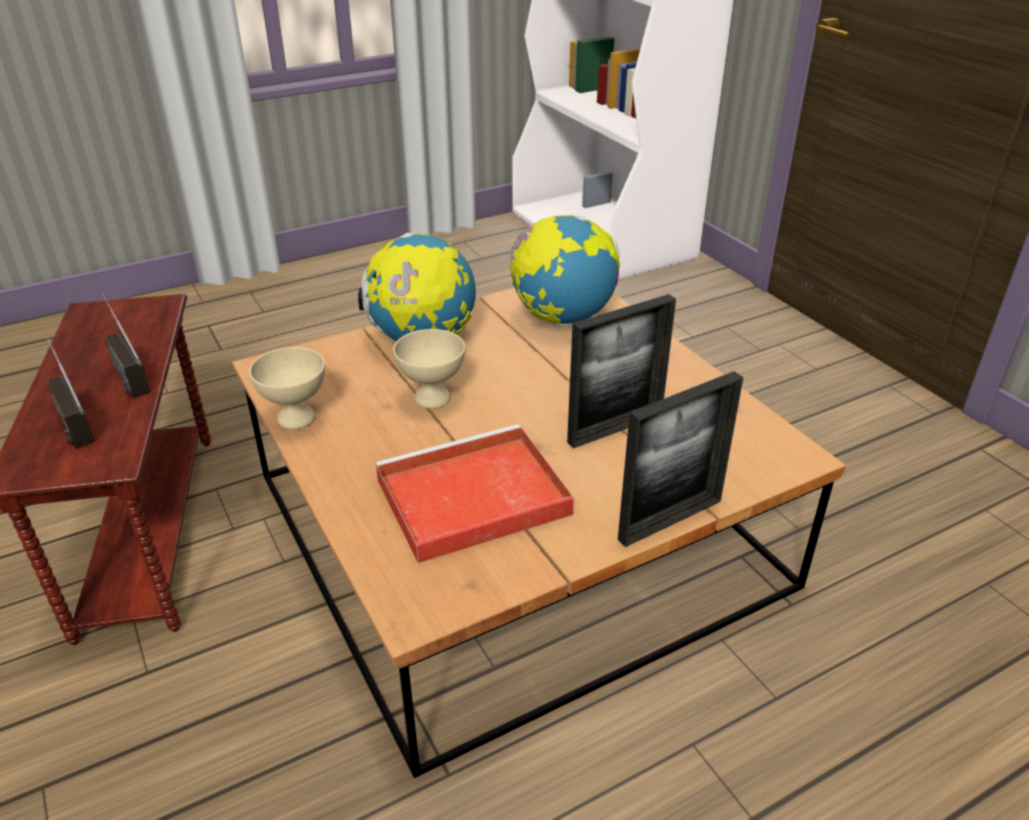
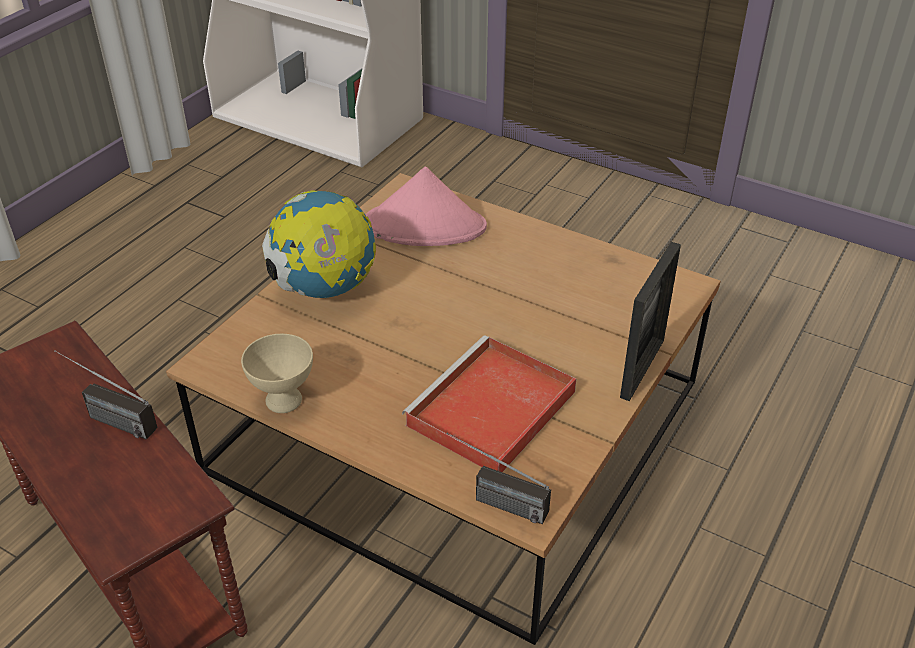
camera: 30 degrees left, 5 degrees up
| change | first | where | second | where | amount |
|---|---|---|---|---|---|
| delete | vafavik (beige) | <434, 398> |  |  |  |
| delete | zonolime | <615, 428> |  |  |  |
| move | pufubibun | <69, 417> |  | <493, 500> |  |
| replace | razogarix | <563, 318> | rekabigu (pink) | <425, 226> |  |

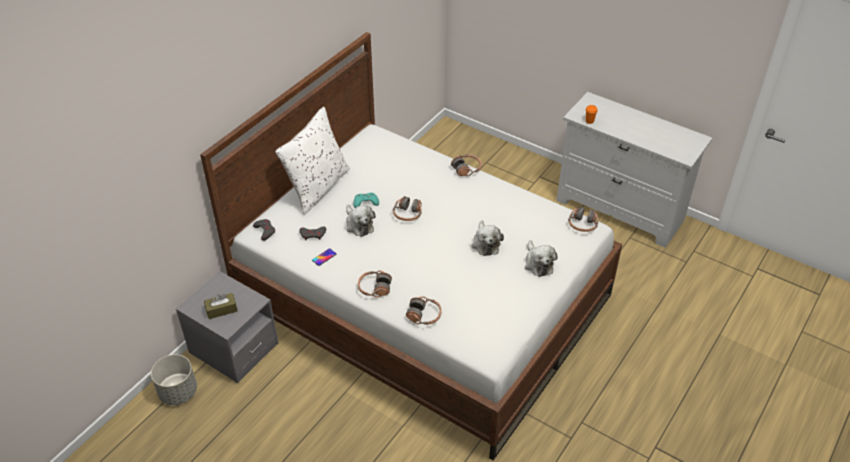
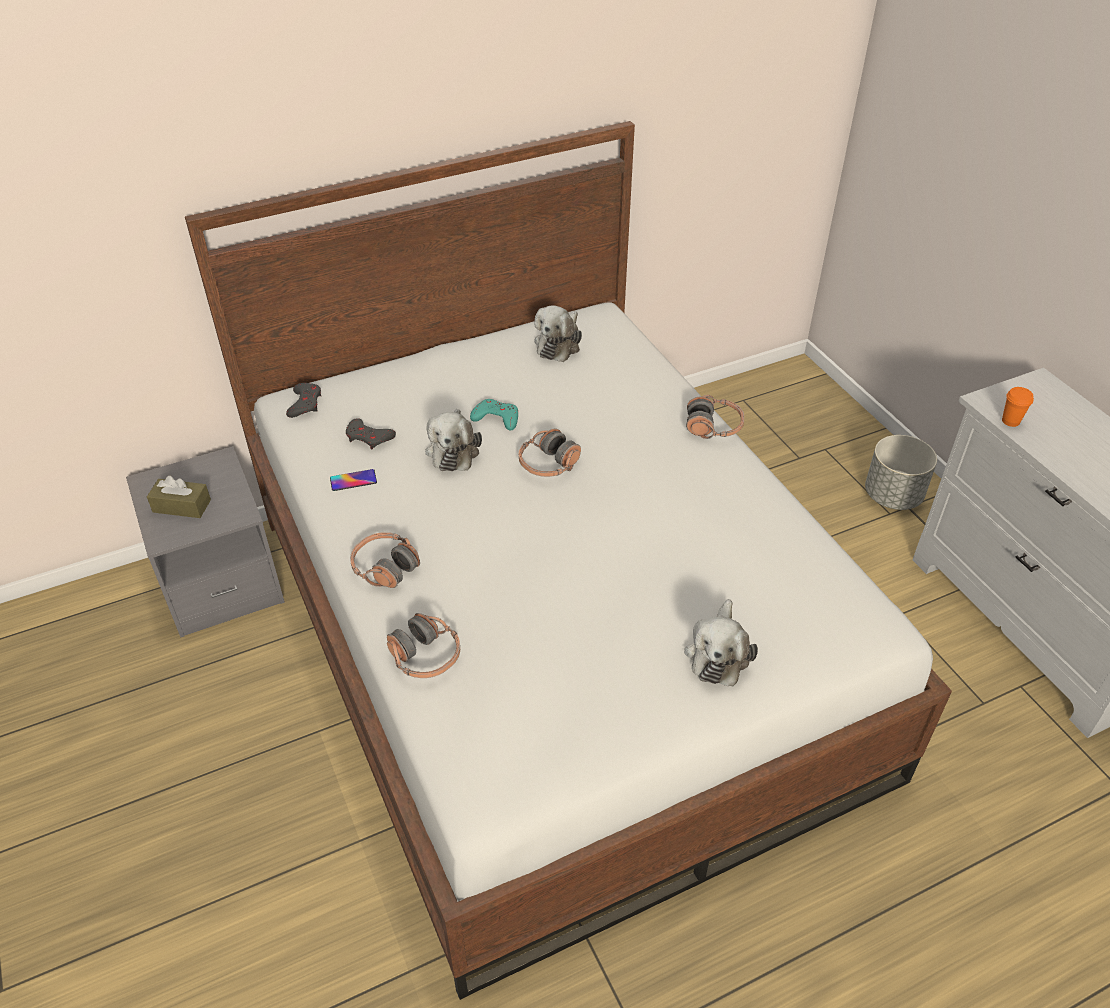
camera: 30 degrees right, 0 degrees up
| change | first | where | second | where | amount |
|---|---|---|---|---|---|
| delete | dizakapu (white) | <317, 187> |  |  |  |
| delete | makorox | <582, 224> |  |  |  |
| move | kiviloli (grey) | <178, 392> |  | <893, 496> |  |
| move | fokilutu | <485, 243> |  | <559, 344> |  |

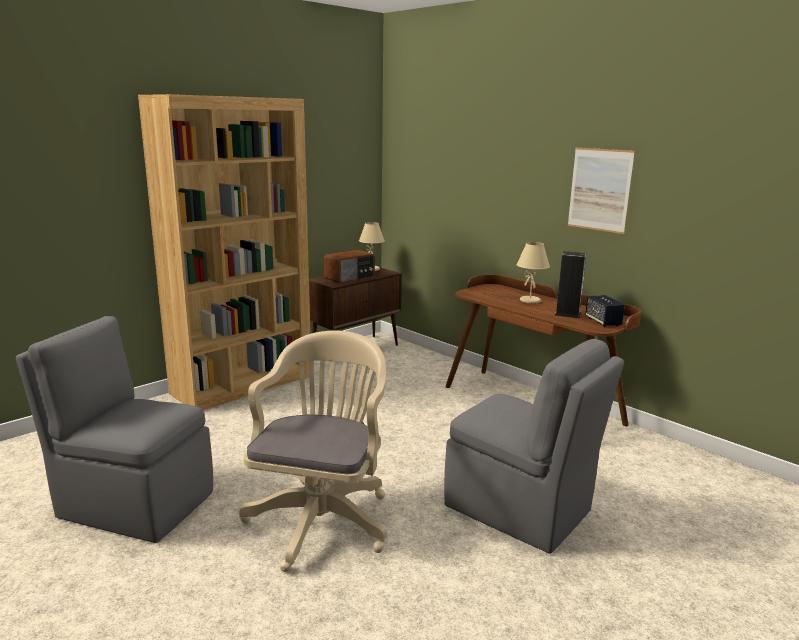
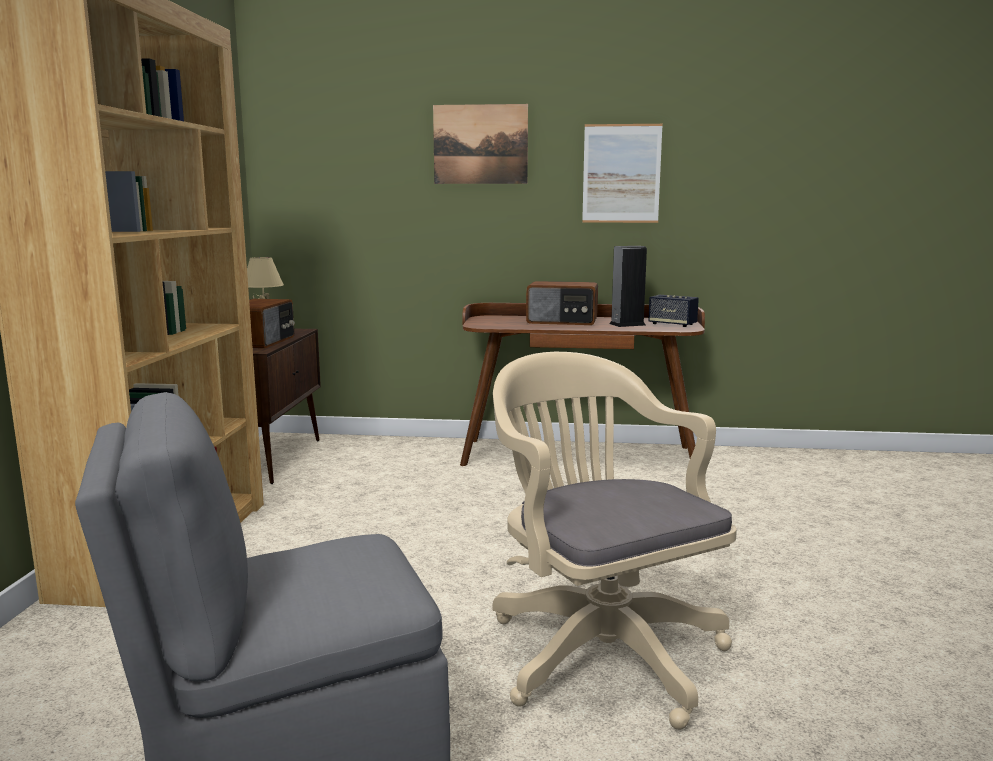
camera: 40 degrees left, 5 degrees down
| change | first | where | second | where | amount |
|---|---|---|---|---|---|
| delete | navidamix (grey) | <520, 510> |  |  |  |
| insert |  |  | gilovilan | <480, 144> |  |
| replace | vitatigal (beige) | <530, 301> | pufubibun | <562, 321> |  |

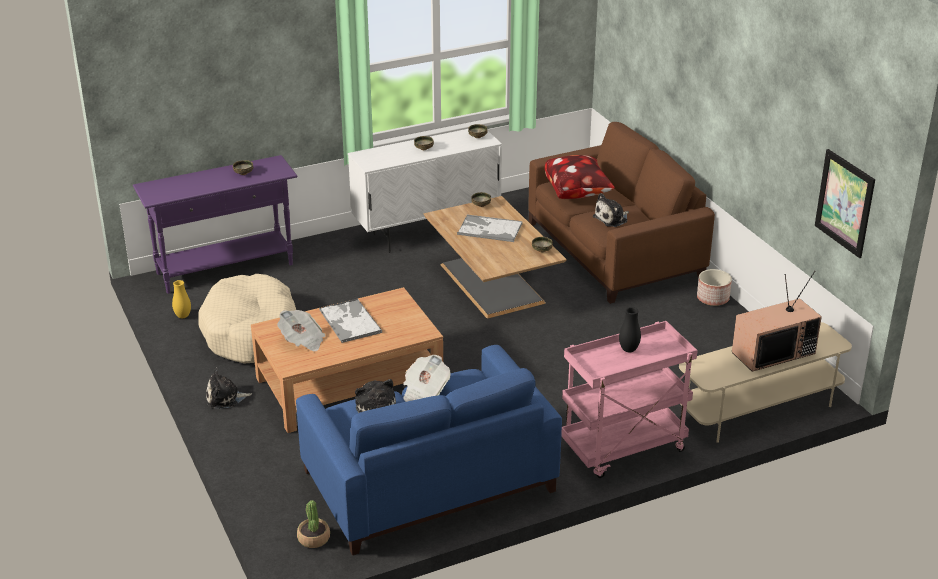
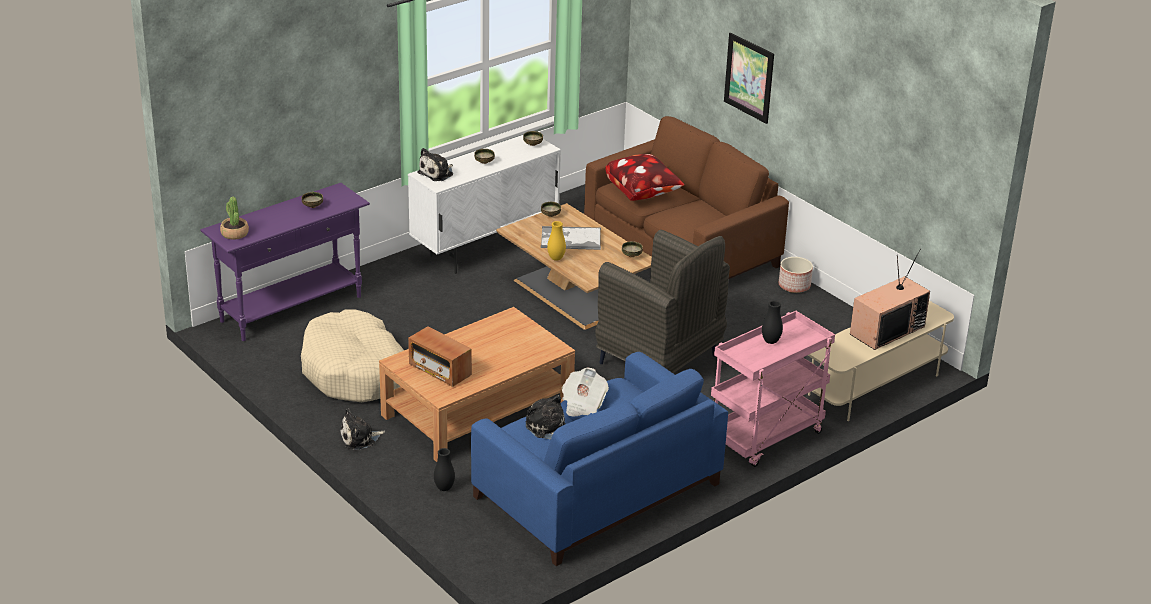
camera: 15 degrees left, 0 degrees up
| change | first | where | second | where | amount |
|---|---|---|---|---|---|
| delete | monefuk | <350, 321> |  |  |  |
| insert |  |  | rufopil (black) | <444, 488> |  |
| insert |  |  | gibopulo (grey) | <660, 360> |  |
| move | rufopil (yellow) | <183, 316> |  | <556, 258> |  |
| move | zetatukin | <313, 538> |  | <234, 233> |  |
| move | fokilutu | <612, 219> |  | <437, 173> |  |
| move | gilovilan | <845, 203> |  | <749, 77> |  |
| replace | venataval | <302, 341> | pufubibun | <440, 370> |  |

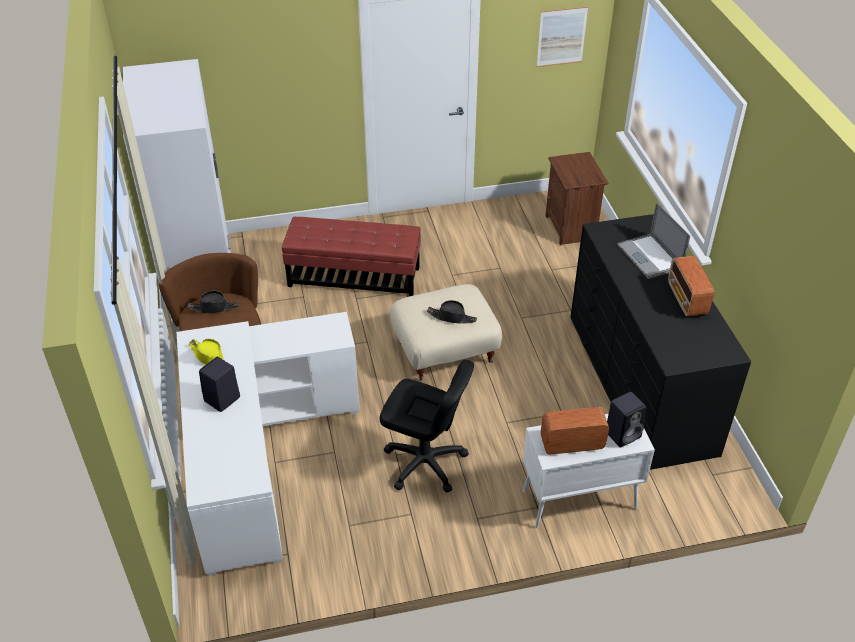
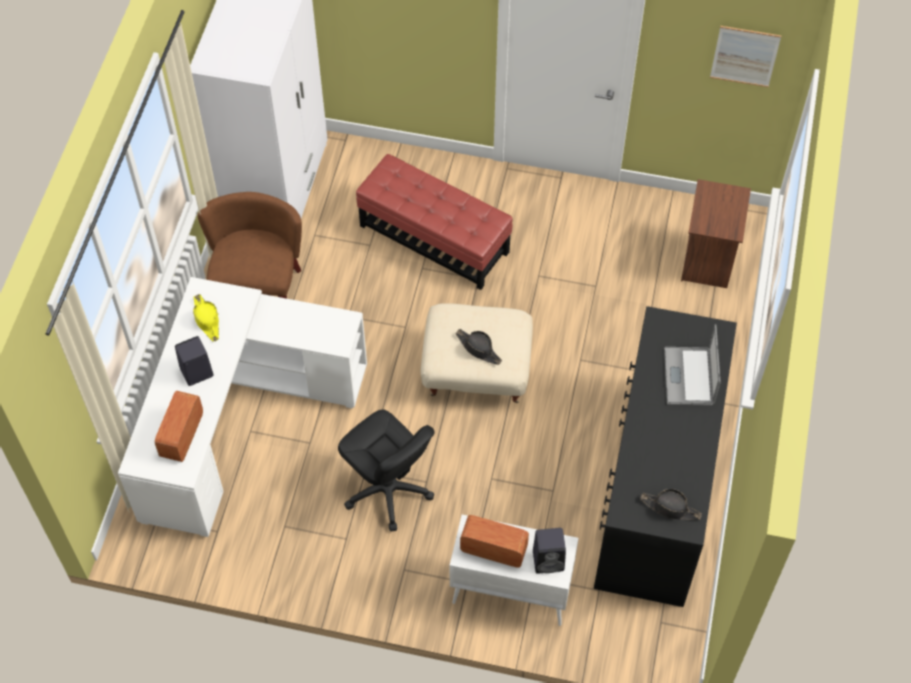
camera: 25 degrees right, 15 degrees up
| change | first | where | second | where | amount |
|---|---|---|---|---|---|
| move | rekabigu (black) | <214, 307> |  | <670, 508> |  |
| move | pufubibun | <687, 300> |  | <181, 436> |  |

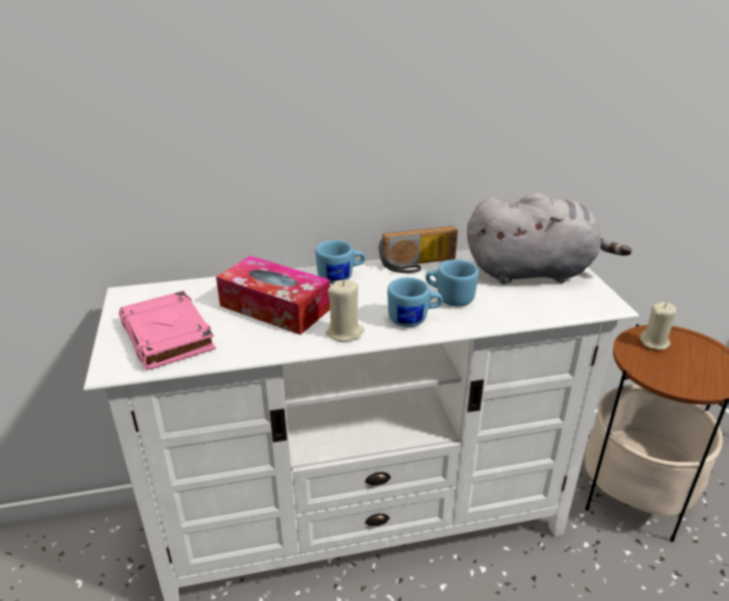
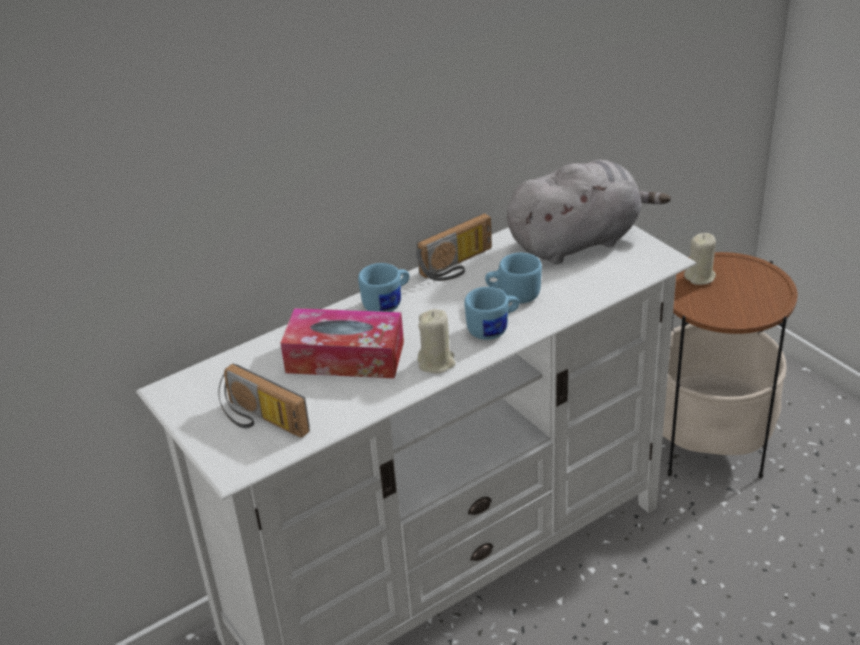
camera: 20 degrees left, 5 degrees up
| change | first | where | second | where | amount |
|---|---|---|---|---|---|
| replace | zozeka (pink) | <168, 336> | pufubibun | <260, 421> |  |

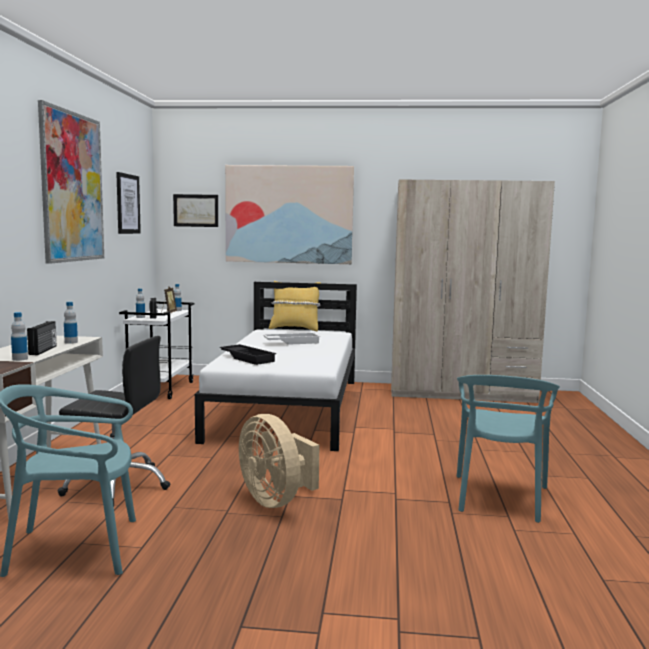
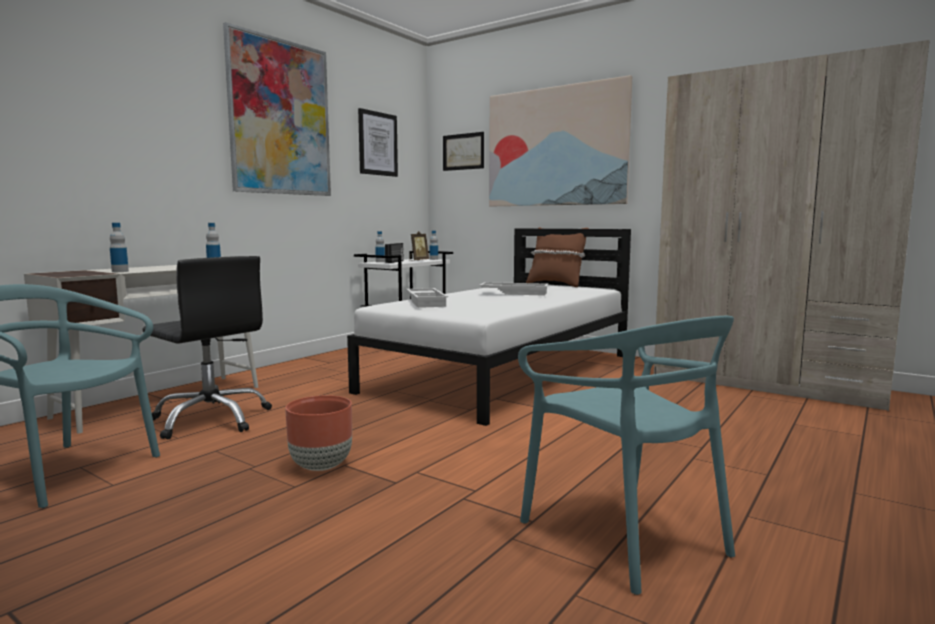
camera: 30 degrees right, 0 degrees up
| change | first | where | second | where | amount |
|---|---|---|---|---|---|
| delete | pufubibun | <44, 350> |  |  |  |
| replace | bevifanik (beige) | <276, 500> | kiviloli (brown) | <321, 466> |  |
| recolor | monefuk (black) | <248, 358> | monefuk (white) | <427, 302> |  |
| recolor | dizakapu (yellow) | <295, 329> | dizakapu (brown) | <556, 284> |  |
| rotate | navidamix (turquoise) | <499, 497> |  | <625, 534> | 75 degrees counterclockwise |

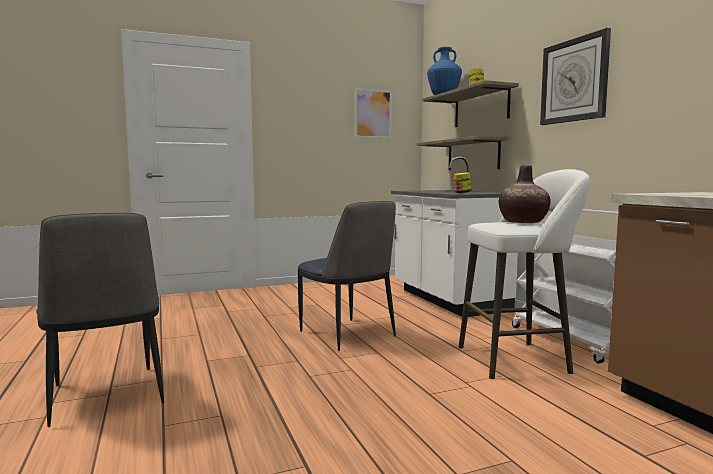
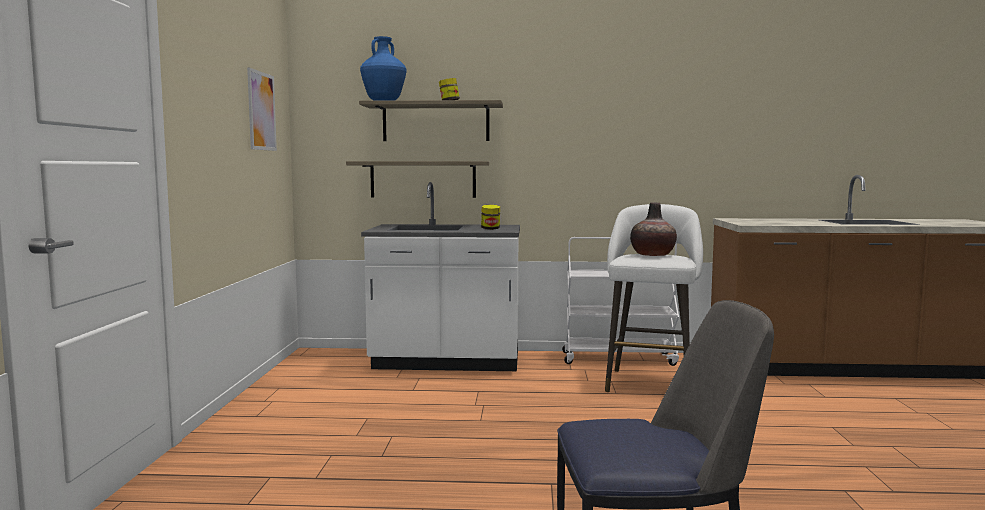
camera: 65 degrees left, 0 degrees up
| change | first | where | second | where | amount |
|---|---|---|---|---|---|
| delete | navidamix | <348, 335> |  |  |  |
| delete | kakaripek | <574, 80> |  |  |  |

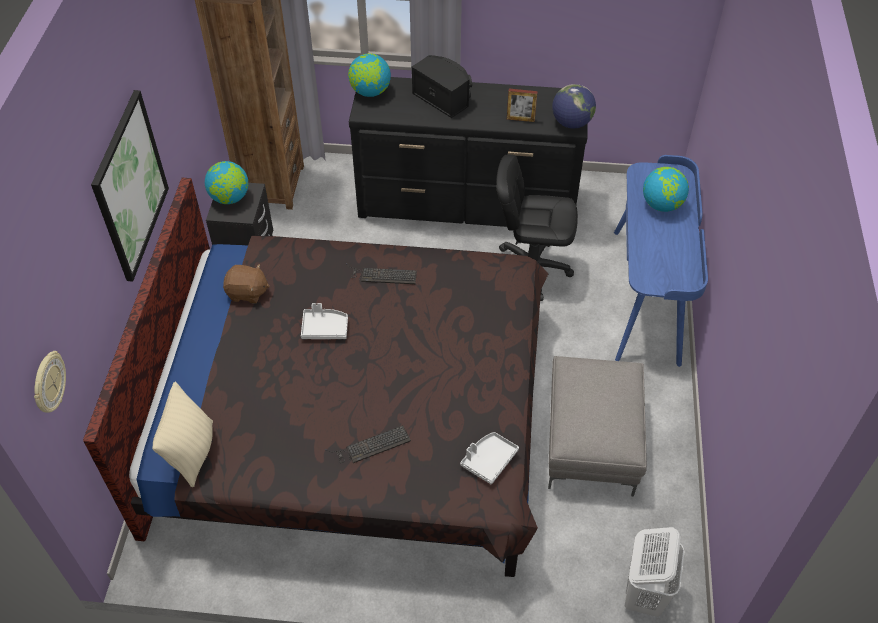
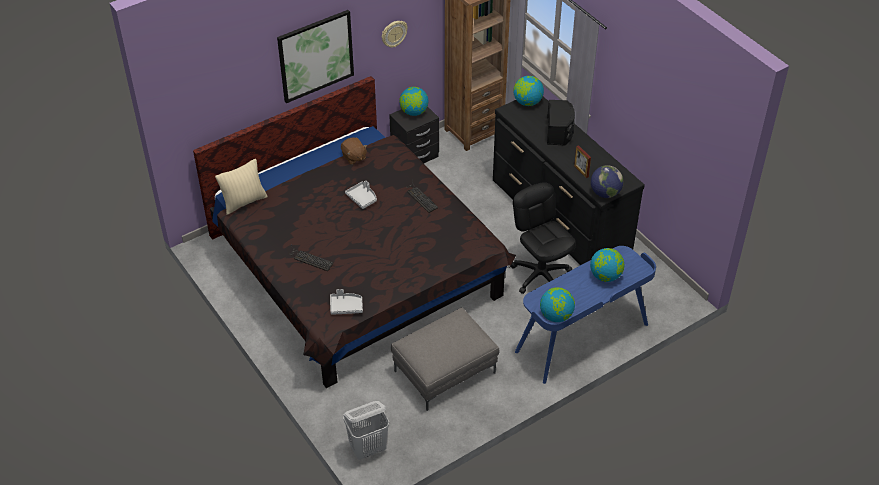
camera: 50 degrees right, 5 degrees down
| change | first | where | second | where | amount |
|---|---|---|---|---|---|
| insert |  |  | razogarix | <556, 316> |  |
| move | kakaripek | <48, 383> |  | <394, 33> |  |

